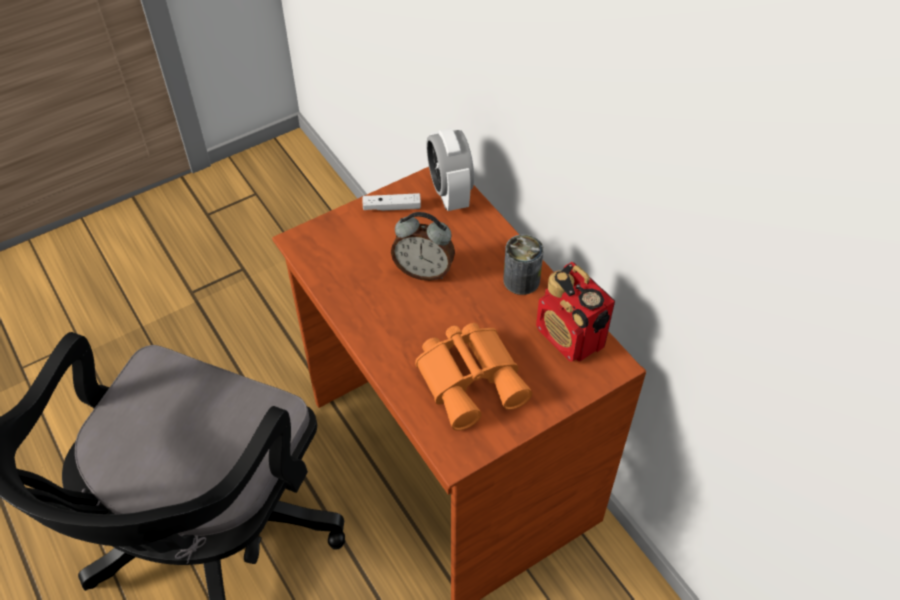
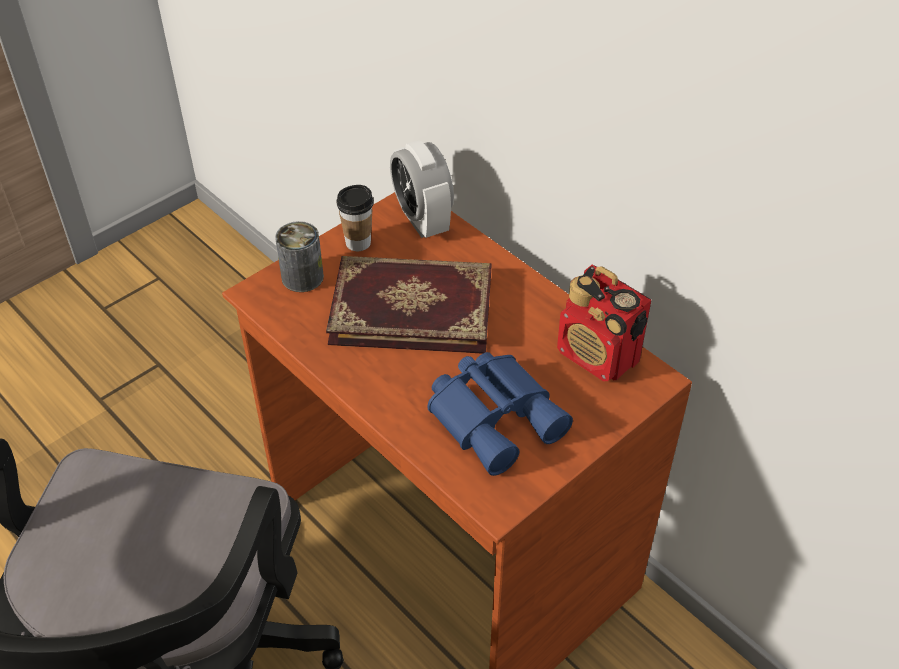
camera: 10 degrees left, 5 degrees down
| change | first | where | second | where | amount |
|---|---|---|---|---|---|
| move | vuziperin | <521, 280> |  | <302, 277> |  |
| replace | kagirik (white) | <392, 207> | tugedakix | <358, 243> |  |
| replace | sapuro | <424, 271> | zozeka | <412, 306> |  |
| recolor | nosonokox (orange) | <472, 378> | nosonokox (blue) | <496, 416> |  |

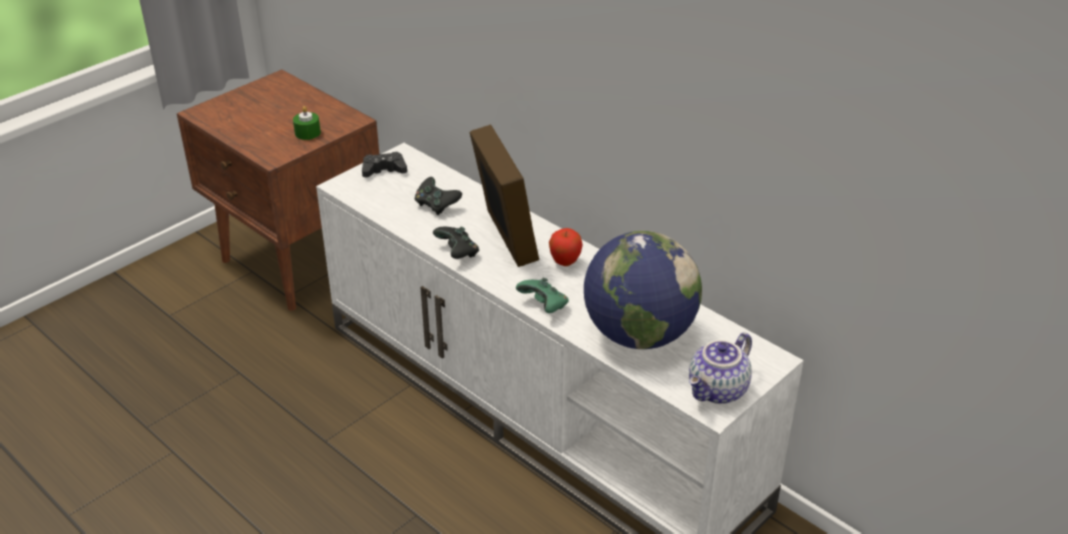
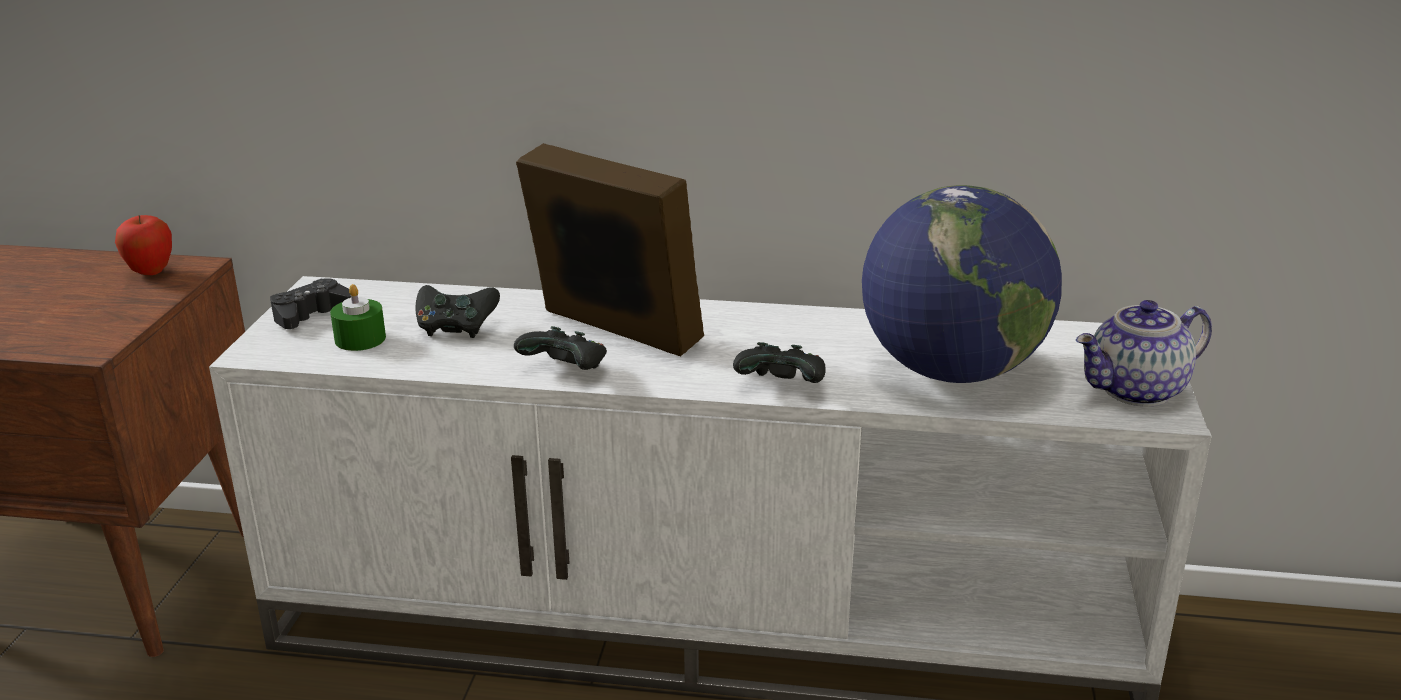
camera: 35 degrees left, 10 degrees down
| change | first | where | second | where | amount |
|---|---|---|---|---|---|
| move | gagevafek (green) | <307, 133> |  | <360, 339> |  |
| move | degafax | <565, 262> |  | <151, 272> |  |
| recolor | kagirik (green) | <544, 306> | kagirik (black) | <782, 385> |  |
| rotate | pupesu | <718, 391> |  | <1137, 392> | 60 degrees clockwise |

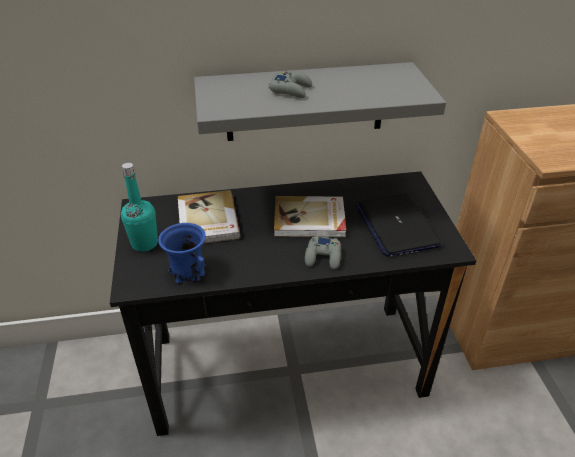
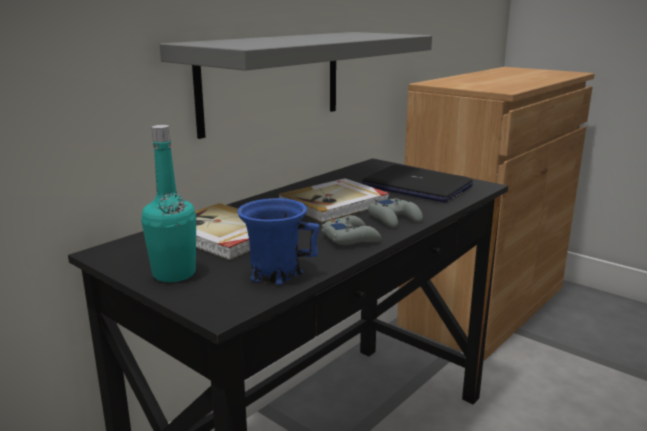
camera: 40 degrees left, 20 degrees down
| change | first | where | second | where | amount |
|---|---|---|---|---|---|
| move | kagirik (grey) | <291, 90> |  | <351, 238> |  |

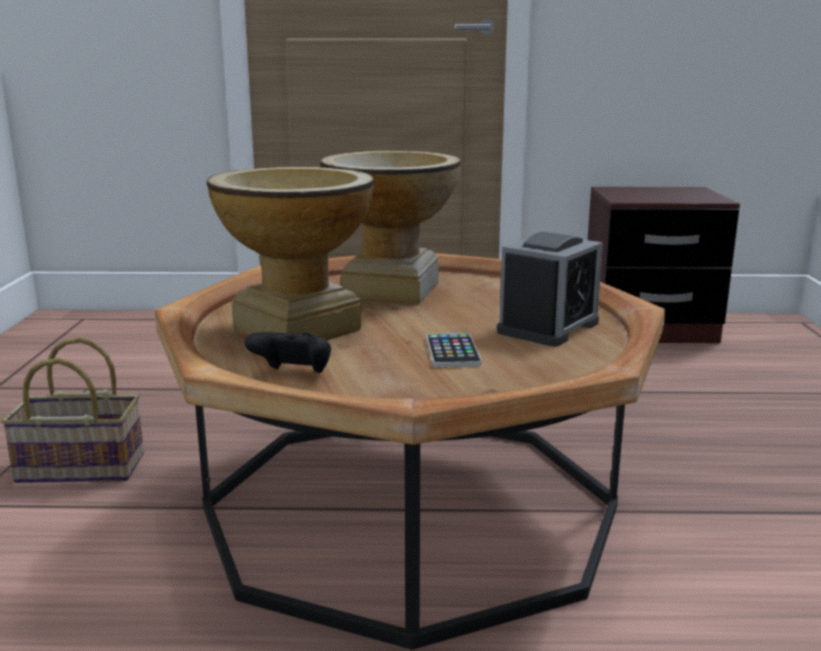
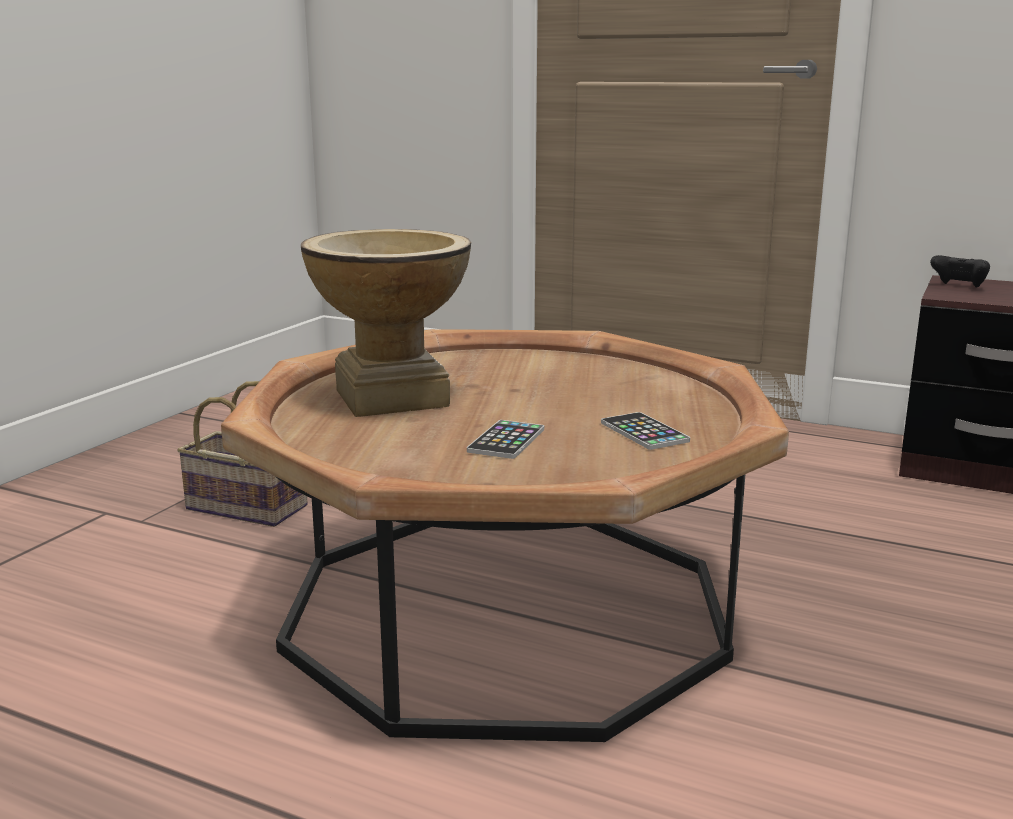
camera: 25 degrees right, 0 degrees up
| change | first | where | second | where | amount |
|---|---|---|---|---|---|
| delete | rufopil | <391, 290> |  |  |  |
| move | kagirik (black) | <293, 375> |  | <958, 286> |  |
| replace | sapuro | <548, 327> | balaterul | <644, 432> |  |

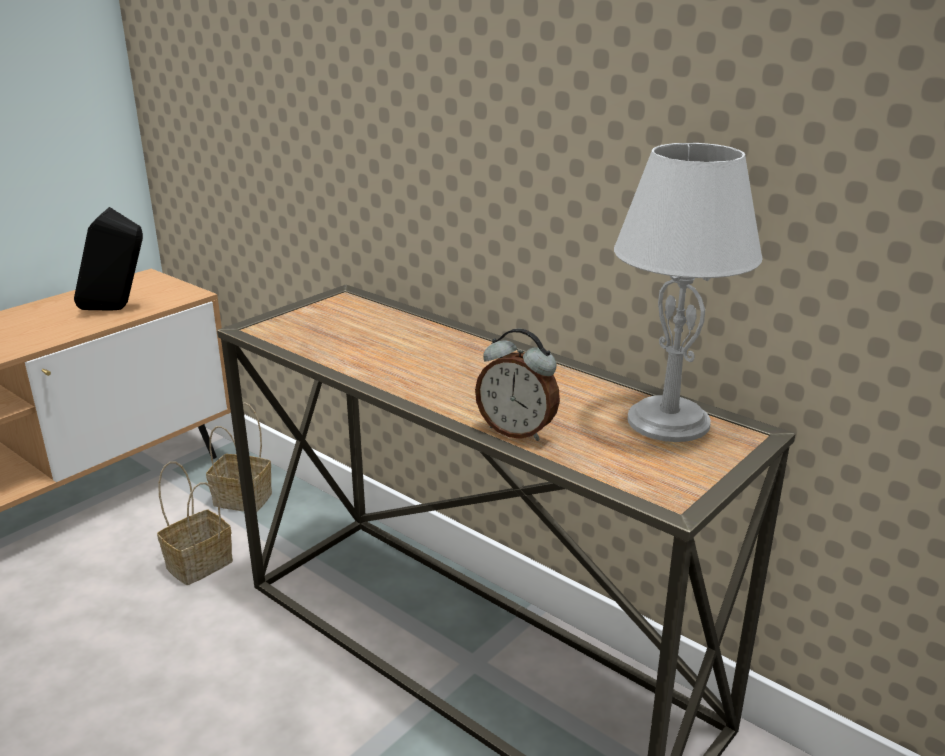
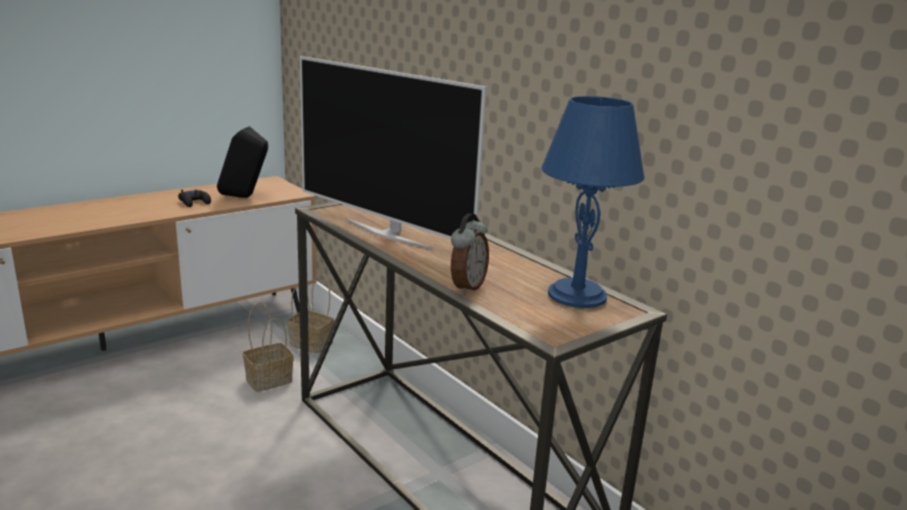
camera: 10 degrees right, 5 degrees down
| change | first | where | second | where | amount |
|---|---|---|---|---|---|
| insert |  |  | kagirik (black) | <194, 202> |  |
| insert |  |  | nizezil | <388, 233> |  |
| recolor | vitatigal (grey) | <667, 421> | vitatigal (blue) | <576, 295> |  |
| rotate | sapuro | <517, 431> |  | <466, 287> | 105 degrees counterclockwise |

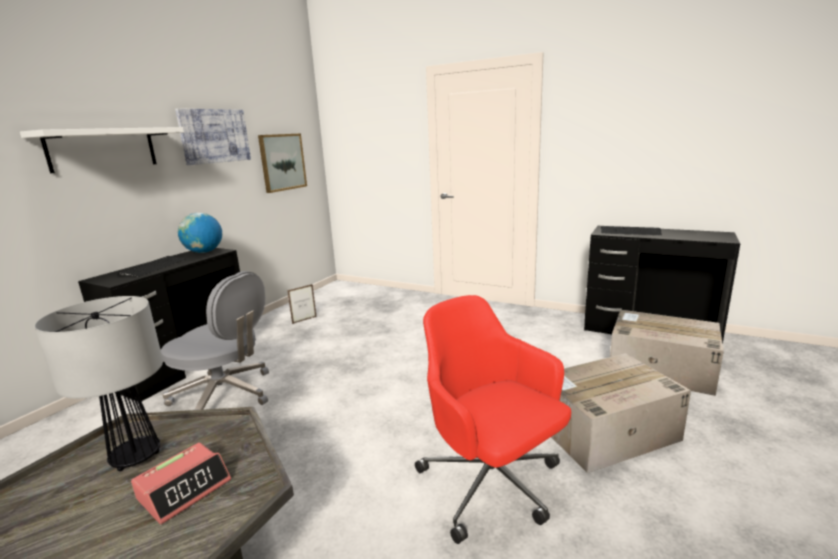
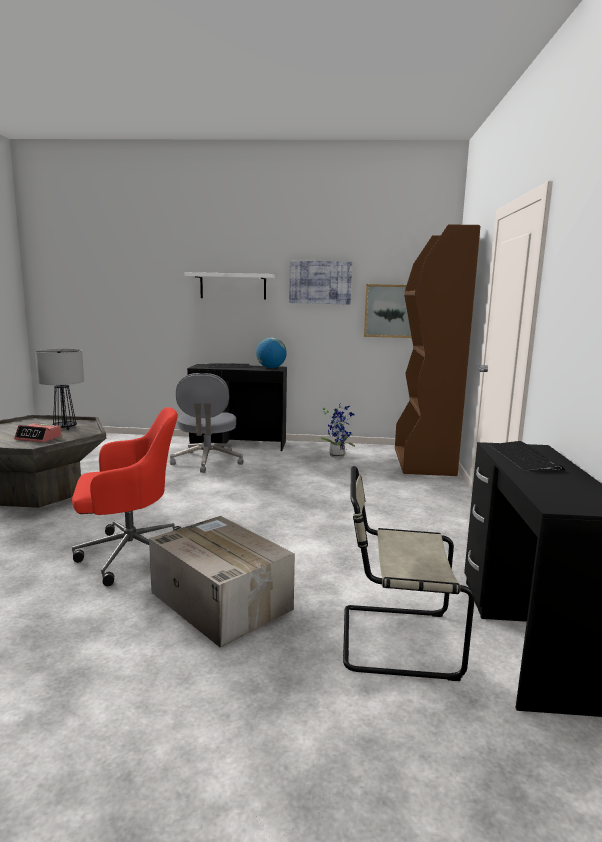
camera: 65 degrees right, 5 degrees down
| change | first | where | second | where | amount |
|---|---|---|---|---|---|
| insert |  |  | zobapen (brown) | <424, 462> |  |
| replace | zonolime | <304, 320> | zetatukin | <337, 455> |  |
| replace | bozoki | <659, 368> | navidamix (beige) | <393, 640> |  |
| rotate | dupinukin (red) | <492, 485> |  | <129, 554> | 45 degrees clockwise |

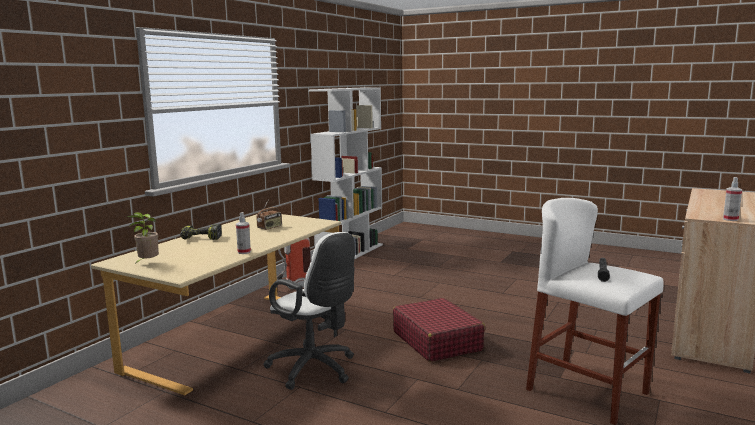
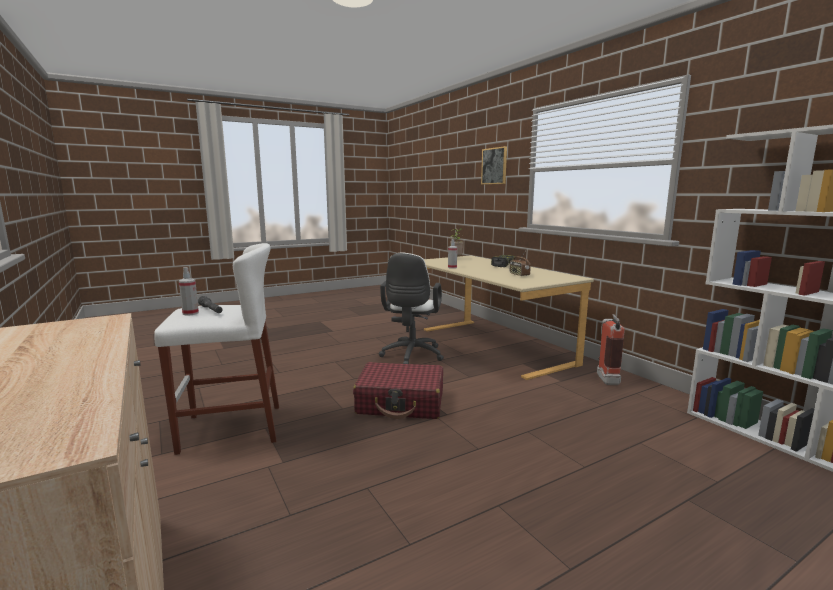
camera: 120 degrees right, 0 degrees up
| change | first | where | second | where | amount |
|---|---|---|---|---|---|
| insert |  |  | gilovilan | <494, 166> |  |
| move | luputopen | <730, 219> |  | <190, 313> |  |
| rotate | dupinukin (white) | <315, 370> |  | <411, 356> | 60 degrees counterclockwise |

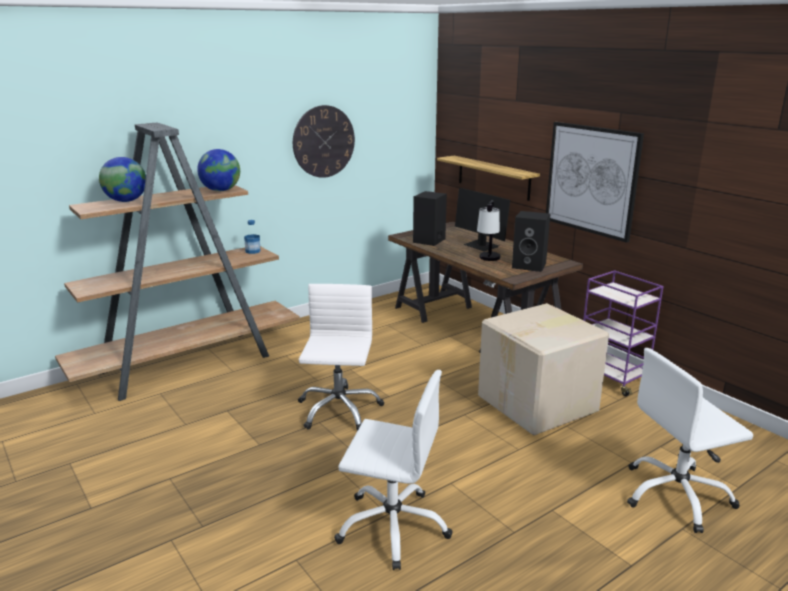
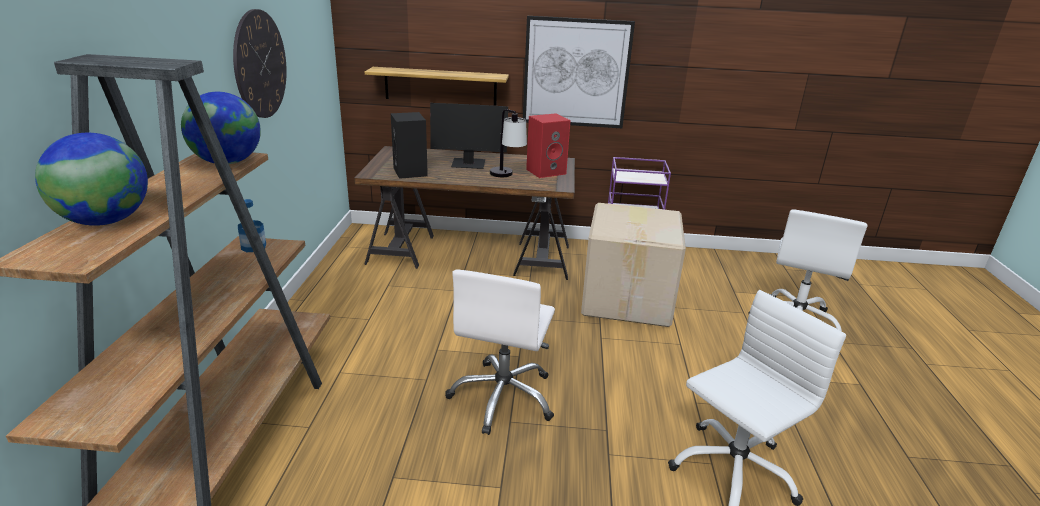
camera: 50 degrees left, 5 degrees up
| change | first | where | second | where | amount |
|---|---|---|---|---|---|
| recolor | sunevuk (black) | <530, 265> | sunevuk (red) | <546, 171> |  |
| rotate | dupinukin (white) | <338, 410> |  | <503, 397> | 120 degrees counterclockwise |

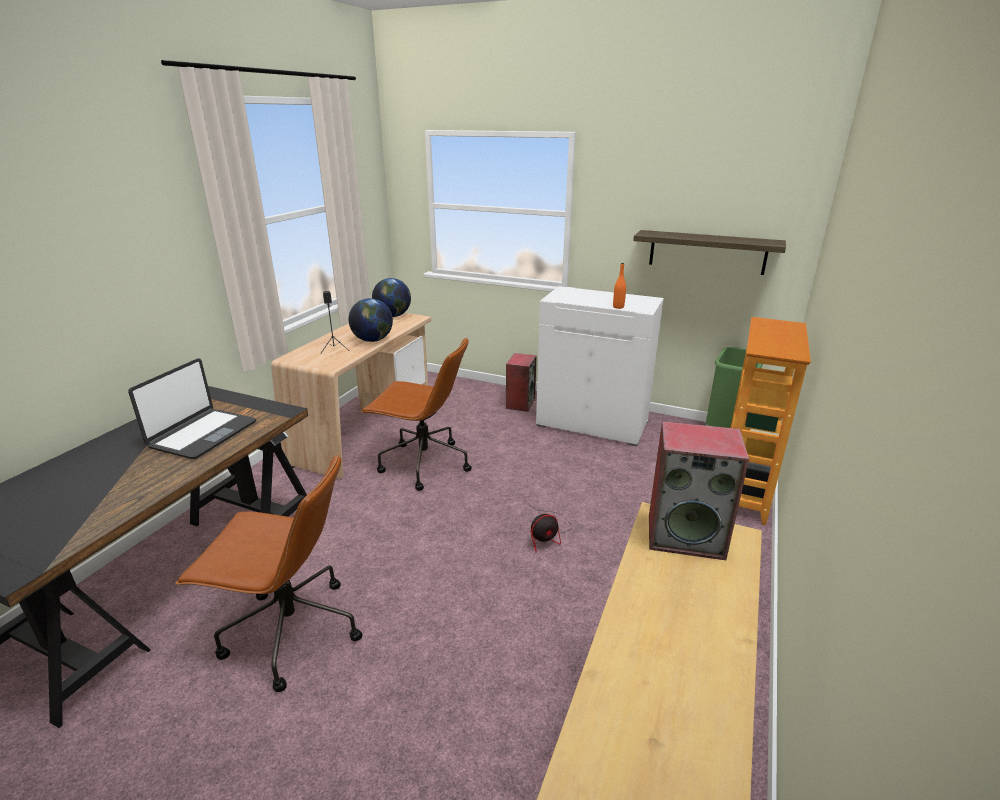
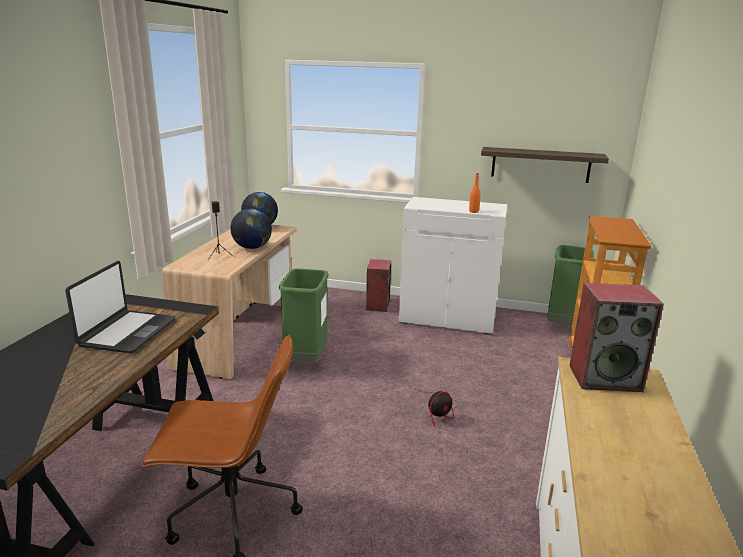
camera: 10 degrees left, 5 degrees down
| change | first | where | second | where | amount |
|---|---|---|---|---|---|
| replace | dupinukin (brown) | <423, 464> | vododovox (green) | <306, 361> |  |

